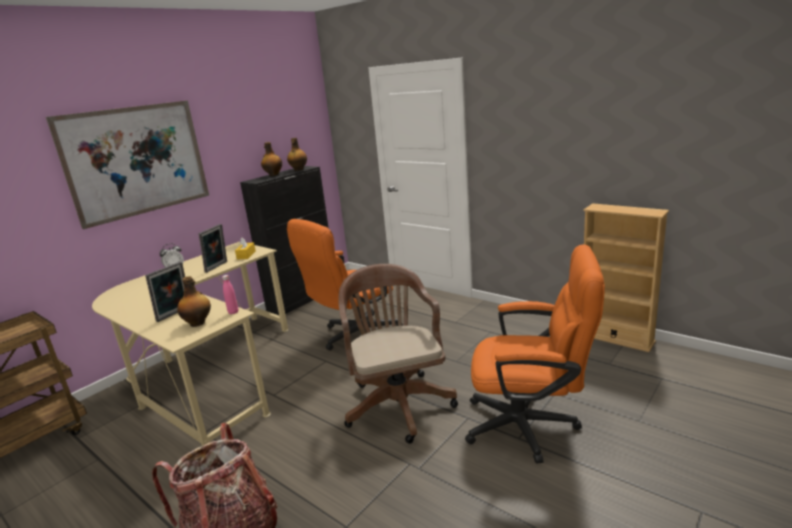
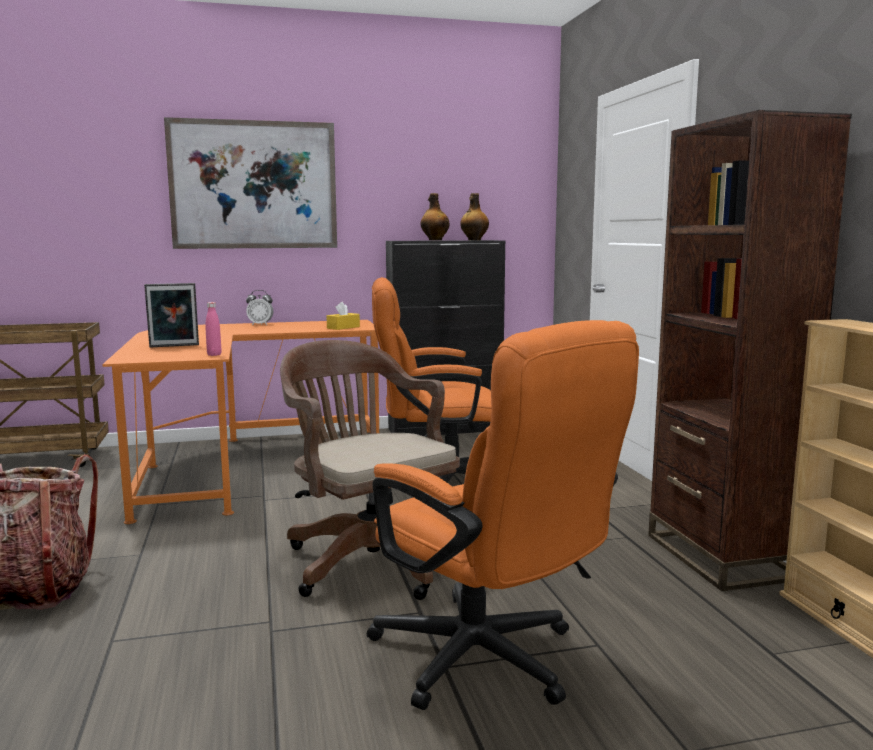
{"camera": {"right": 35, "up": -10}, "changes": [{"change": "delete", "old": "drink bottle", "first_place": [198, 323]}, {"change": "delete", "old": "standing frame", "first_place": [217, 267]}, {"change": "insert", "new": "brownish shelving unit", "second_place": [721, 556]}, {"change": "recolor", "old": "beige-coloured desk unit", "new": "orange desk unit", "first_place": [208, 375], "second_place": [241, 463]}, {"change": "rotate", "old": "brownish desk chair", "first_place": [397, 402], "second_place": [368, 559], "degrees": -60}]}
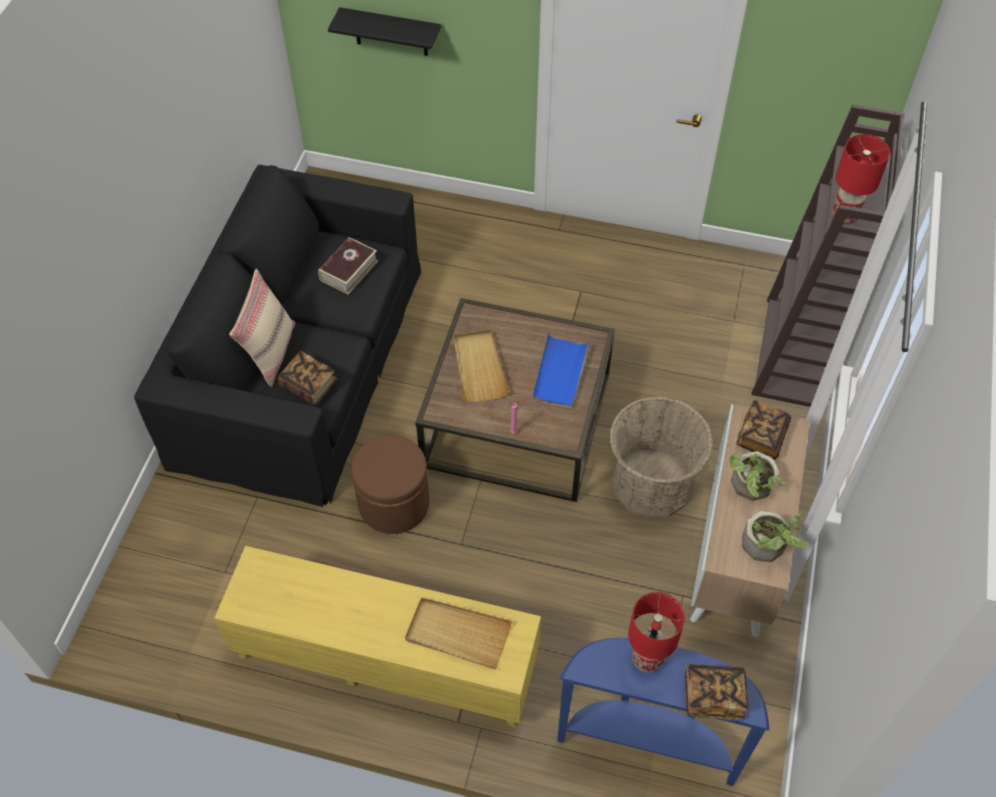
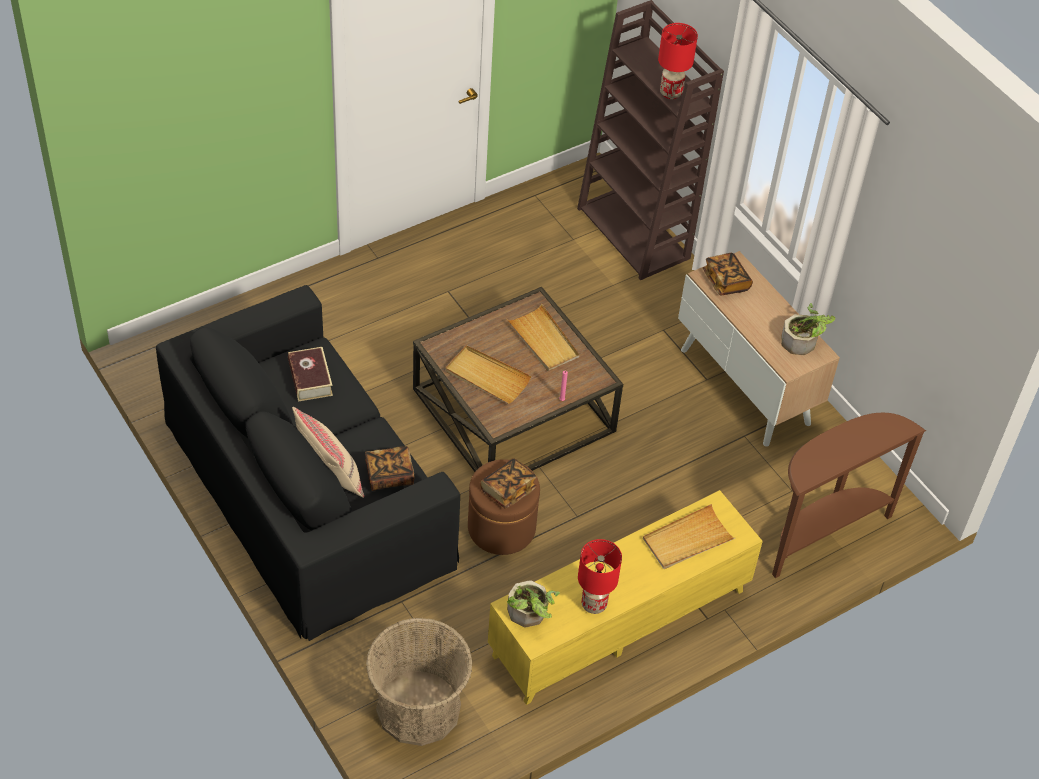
{"camera": {"right": -50, "up": -5}, "changes": [{"change": "delete", "old": "black-coloured wall shelf", "first_place": [391, 32]}, {"change": "move", "old": "storage basket", "first_place": [651, 483], "second_place": [418, 708]}, {"change": "move", "old": "red tabletop lamp", "first_place": [647, 659], "second_place": [594, 604]}, {"change": "move", "old": "volume", "first_place": [713, 696], "second_place": [508, 490]}, {"change": "move", "old": "houseplant", "first_place": [750, 488], "second_place": [529, 615]}, {"change": "recolor", "old": "blue-coloured tray", "new": "beige-coloured tray", "first_place": [560, 373], "second_place": [543, 340]}, {"change": "recolor", "old": "blue-coloured console table", "new": "brownish console table", "first_place": [648, 741], "second_place": [822, 533]}]}
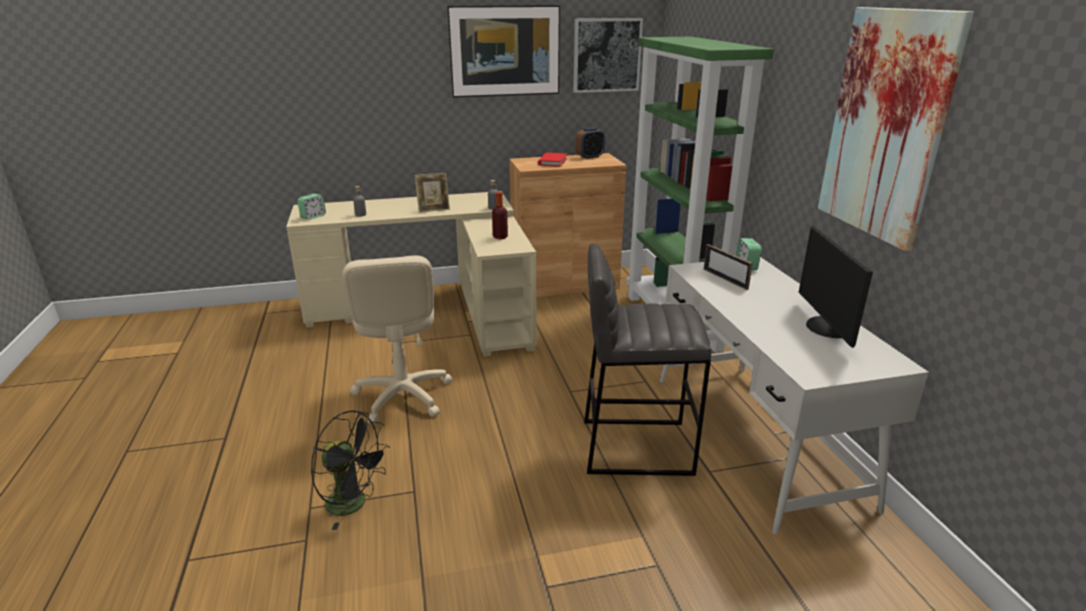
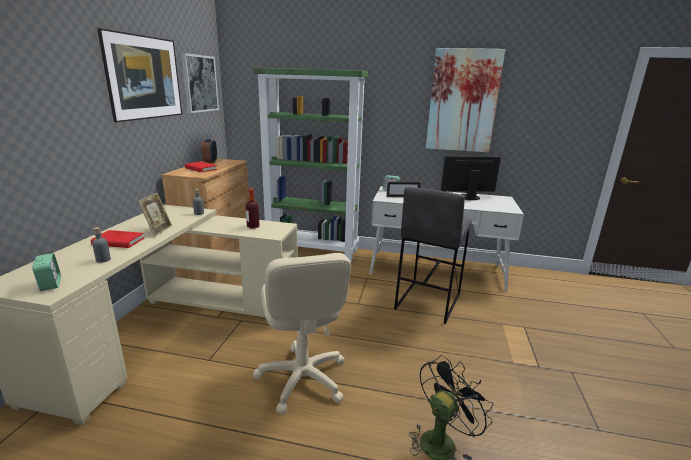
{"camera": {"right": -65, "up": -5}, "changes": [{"change": "insert", "new": "red volume", "second_place": [118, 242]}, {"change": "rotate", "old": "beige-coloured desk chair", "first_place": [402, 396], "second_place": [302, 378], "degrees": 60}, {"change": "rotate", "old": "computer screen", "first_place": [826, 328], "second_place": [468, 197], "degrees": 150}]}
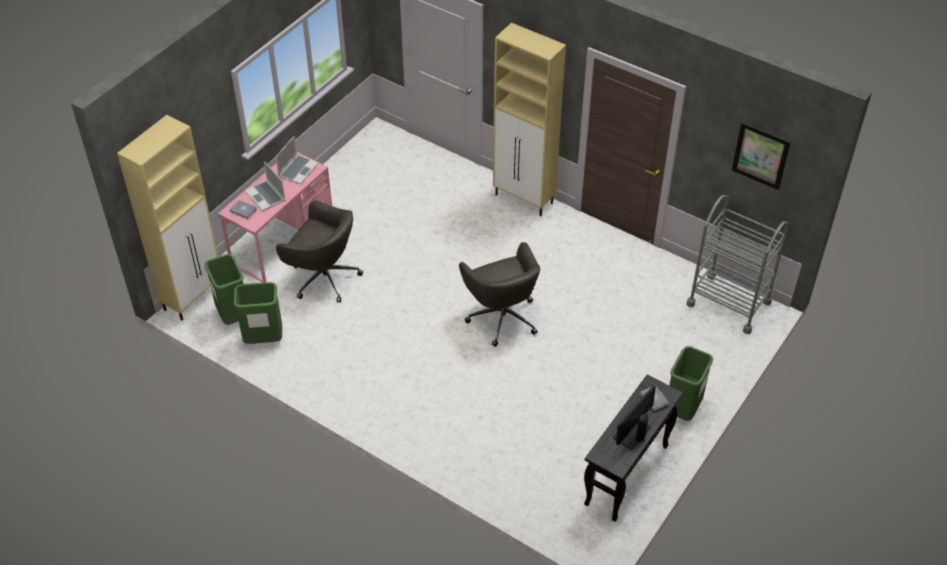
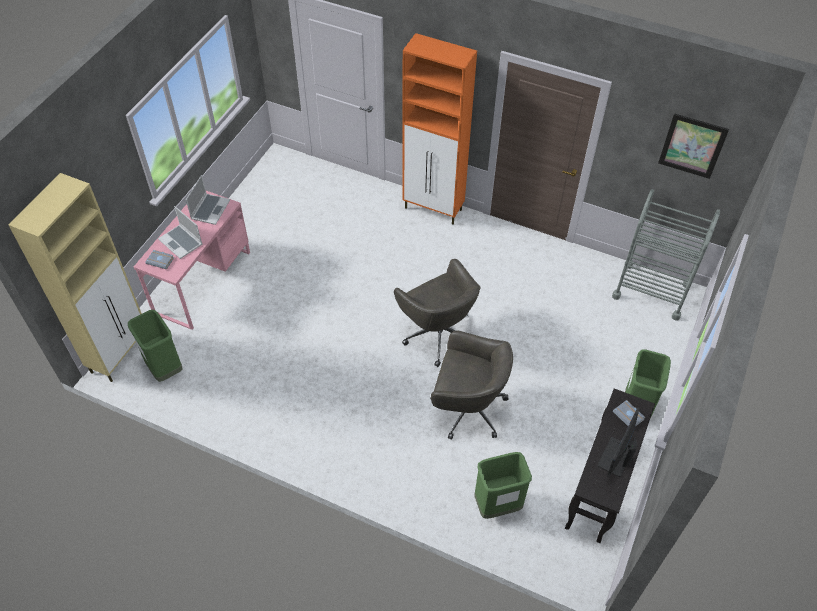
{"camera": {"right": -10, "up": 5}, "changes": [{"change": "move", "old": "green-coloured trash can", "first_place": [263, 339], "second_place": [497, 505]}, {"change": "move", "old": "greyish desk chair", "first_place": [323, 277], "second_place": [467, 408]}, {"change": "recolor", "old": "beige-coloured storage cabinet", "new": "orange storage cabinet", "first_place": [524, 199], "second_place": [434, 209]}]}
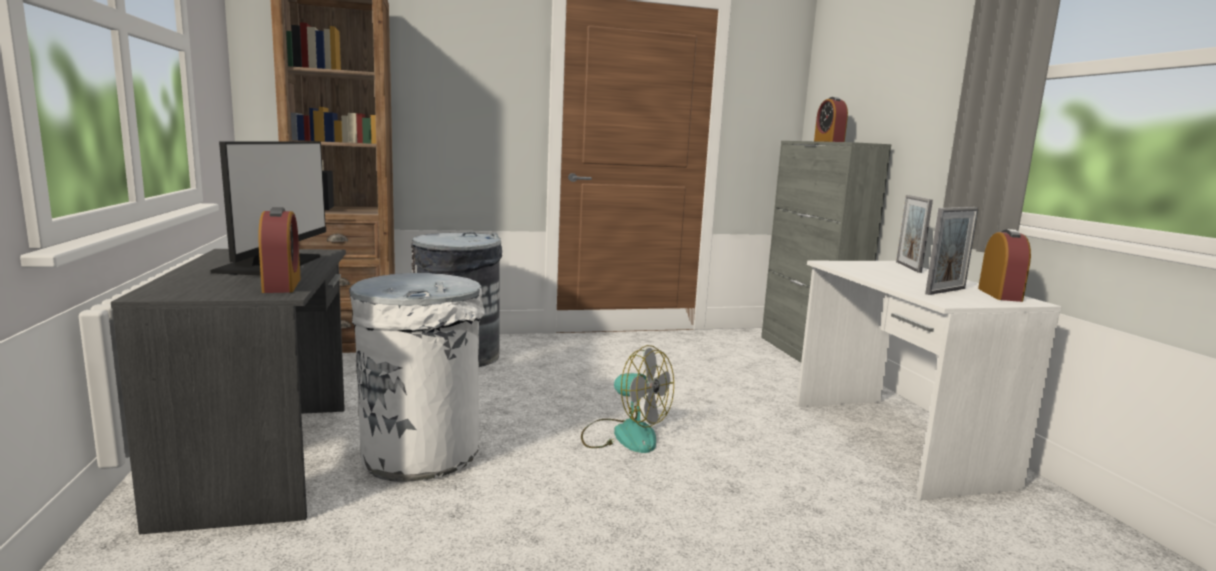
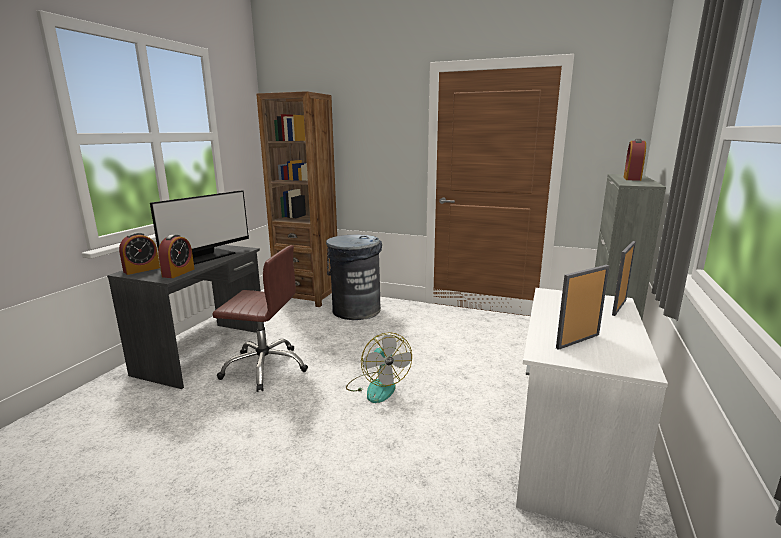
{"camera": {"right": 35, "up": 5}, "changes": [{"change": "move", "old": "alarm clock", "first_place": [999, 295], "second_place": [141, 270]}, {"change": "replace", "old": "white trash can", "new": "brownish desk chair", "first_place": [421, 453], "second_place": [265, 367]}, {"change": "rotate", "old": "standing frame", "first_place": [945, 291], "second_place": [577, 341], "degrees": 150}]}
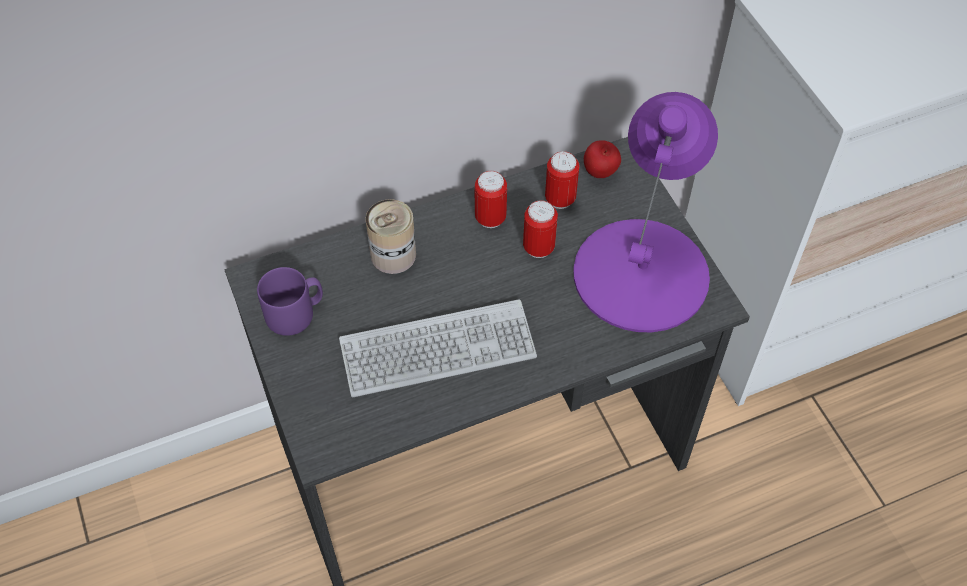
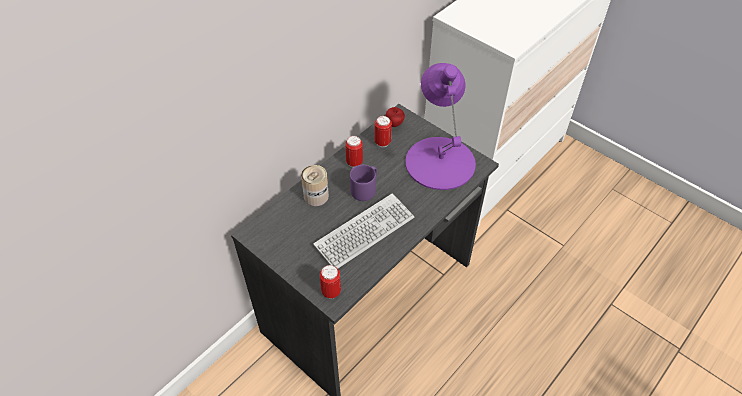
{"camera": {"right": -25, "up": -5}, "changes": [{"change": "move", "old": "purplish mug", "first_place": [295, 314], "second_place": [365, 189]}, {"change": "move", "old": "sealed can", "first_place": [538, 248], "second_place": [331, 291]}]}
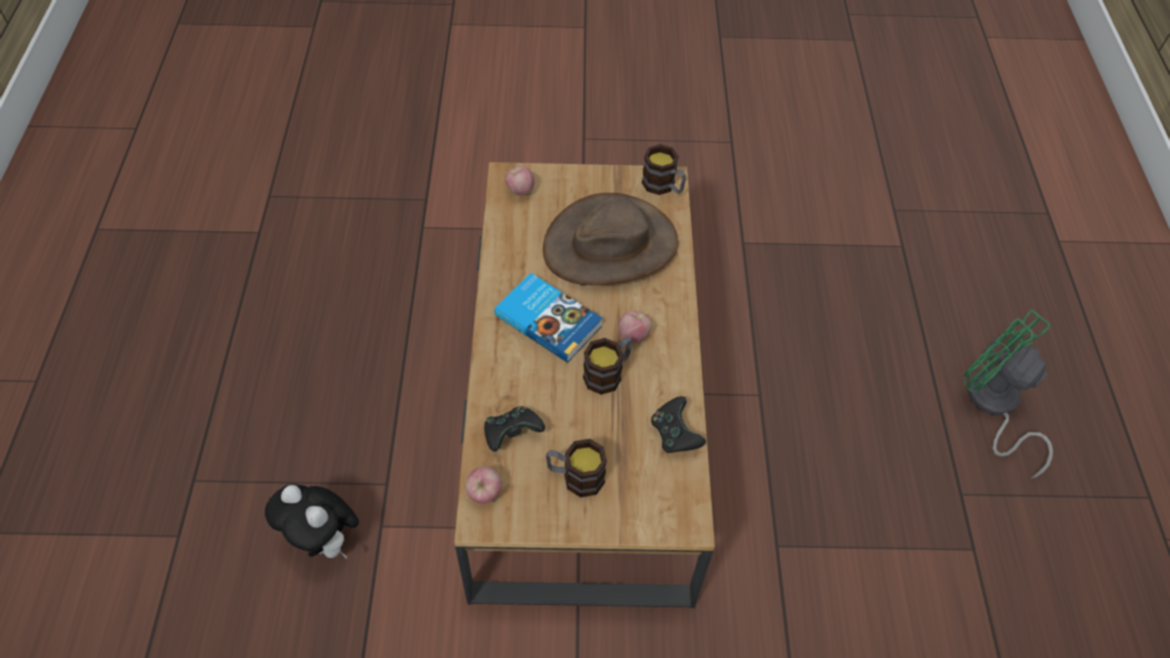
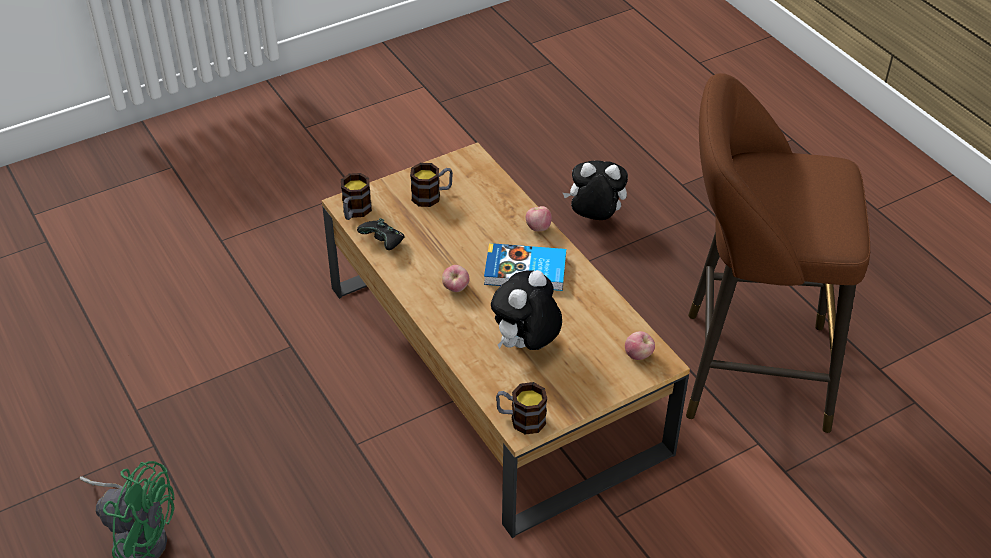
{"camera": {"right": 150, "up": -10}, "changes": [{"change": "delete", "old": "black-coloured gamepad", "first_place": [512, 434]}, {"change": "insert", "new": "brownish sitting stool", "second_place": [744, 369]}, {"change": "move", "old": "apple fruit", "first_place": [485, 493], "second_place": [538, 227]}, {"change": "move", "old": "mug", "first_place": [608, 373], "second_place": [354, 212]}, {"change": "replace", "old": "brownish hat", "new": "cuddly toy", "first_place": [610, 245], "second_place": [525, 345]}]}
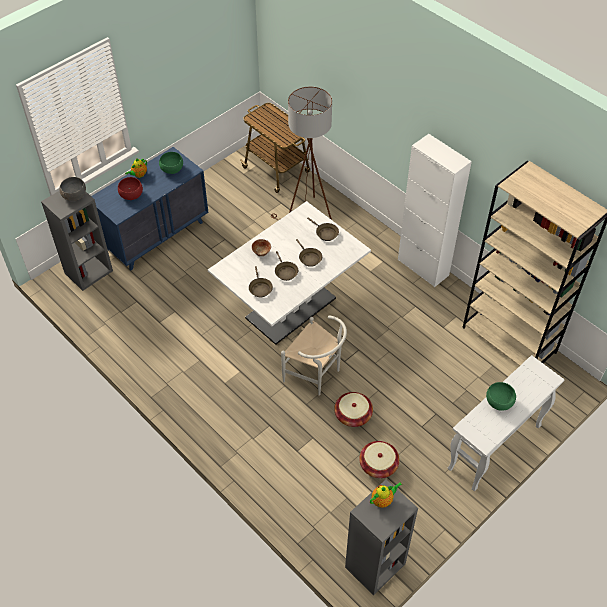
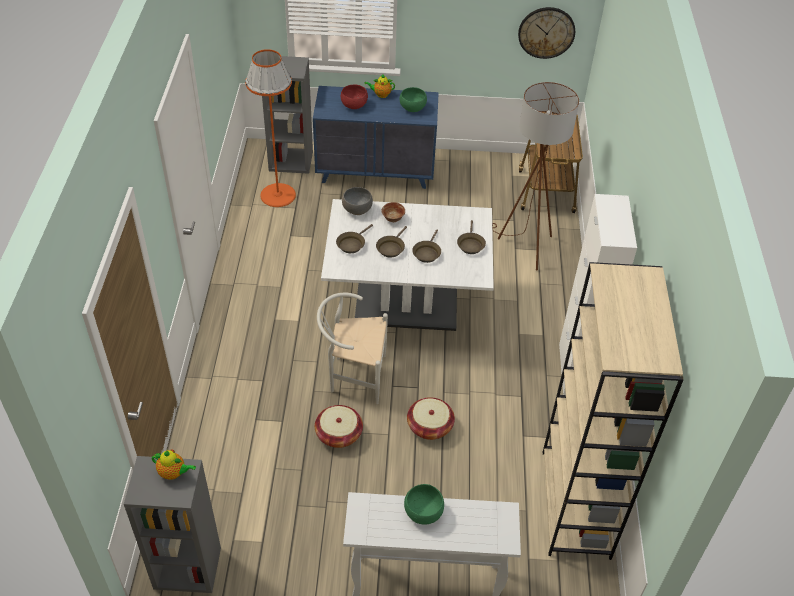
{"camera": {"right": 45, "up": -5}, "changes": [{"change": "insert", "new": "orange floor lamp", "second_place": [278, 195]}, {"change": "insert", "new": "wall clock", "second_place": [546, 32]}, {"change": "move", "old": "greyish deep dish", "first_place": [74, 196], "second_place": [357, 209]}, {"change": "move", "old": "storage basket", "first_place": [378, 465], "second_place": [429, 426]}, {"change": "rotate", "old": "white chair", "first_place": [316, 375], "second_place": [353, 376], "degrees": 105}]}
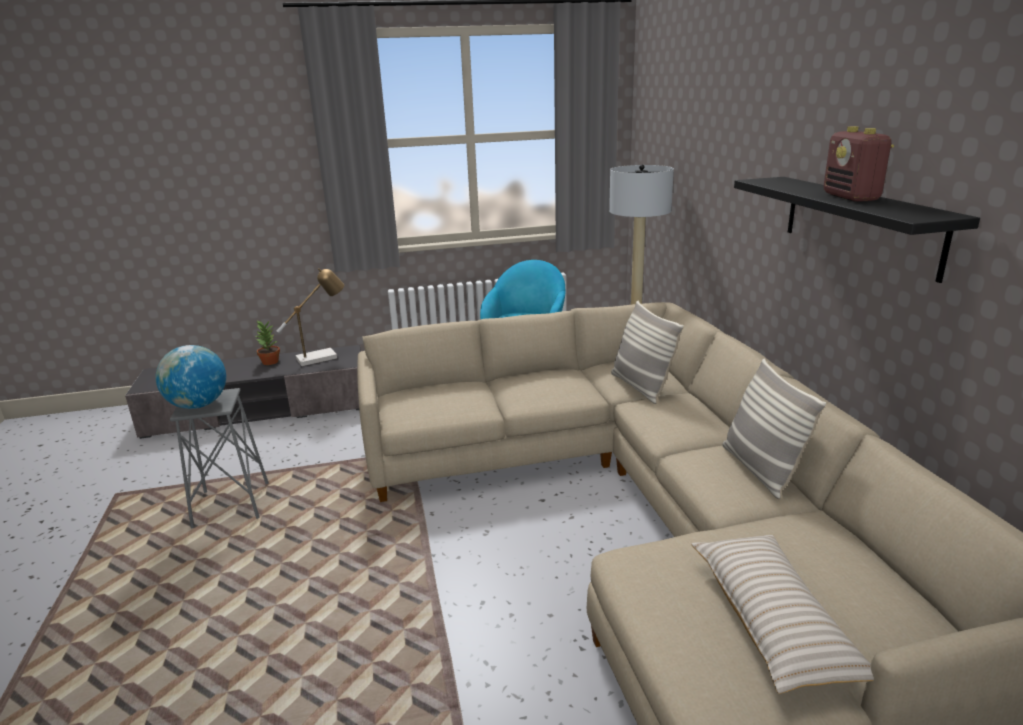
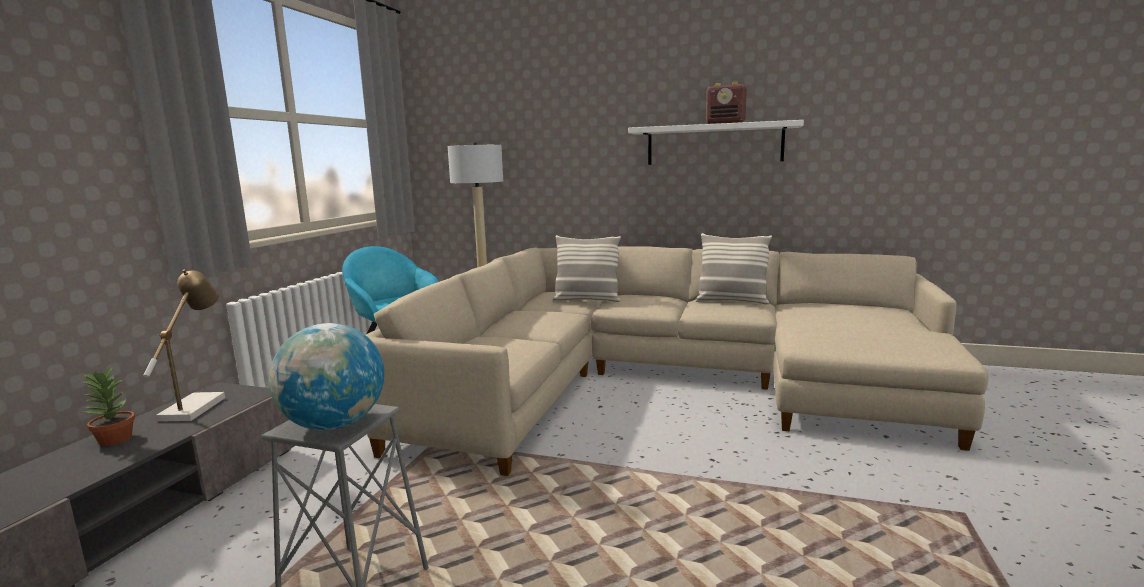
{"camera": {"right": -60, "up": -10}, "changes": [{"change": "delete", "old": "beige-coloured throw pillow", "first_place": [772, 621]}, {"change": "recolor", "old": "black-coloured wall shelf", "new": "white wall shelf", "first_place": [859, 224], "second_place": [714, 144]}]}
